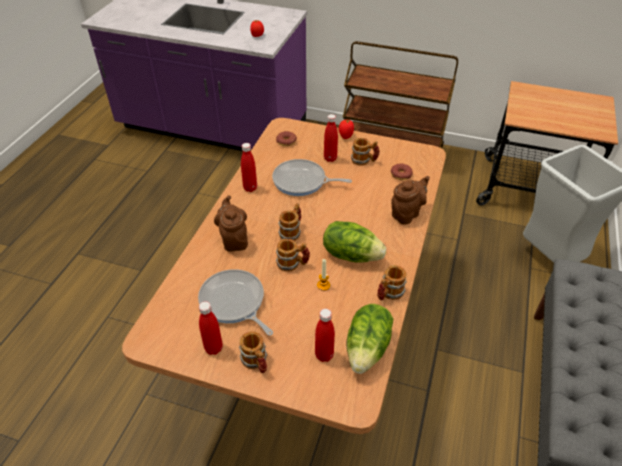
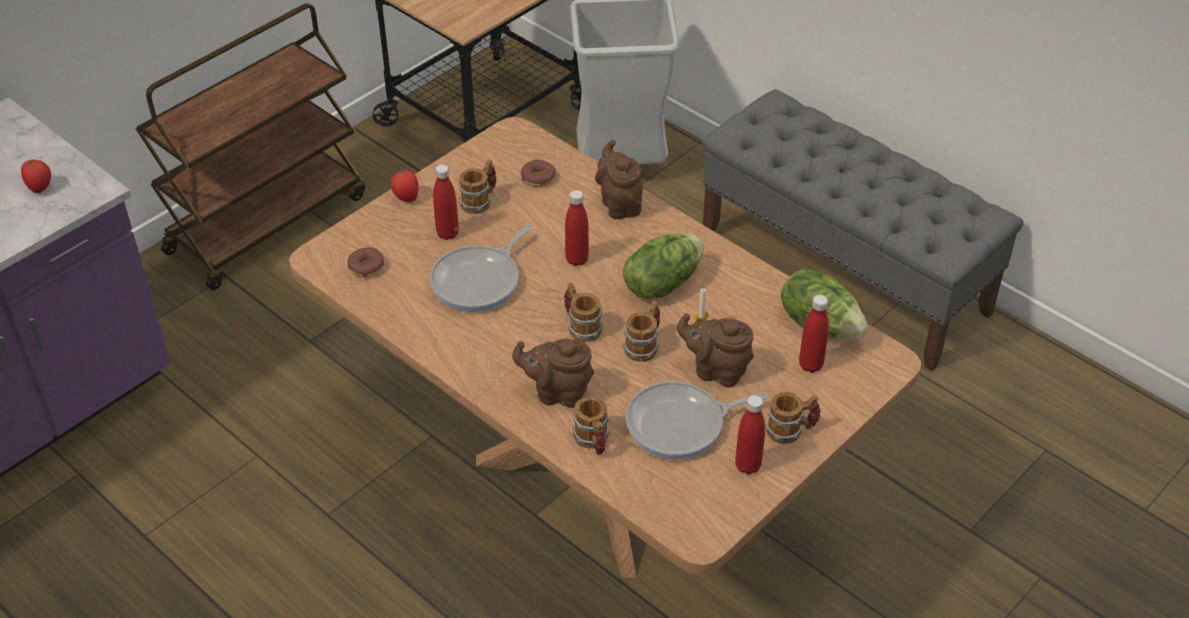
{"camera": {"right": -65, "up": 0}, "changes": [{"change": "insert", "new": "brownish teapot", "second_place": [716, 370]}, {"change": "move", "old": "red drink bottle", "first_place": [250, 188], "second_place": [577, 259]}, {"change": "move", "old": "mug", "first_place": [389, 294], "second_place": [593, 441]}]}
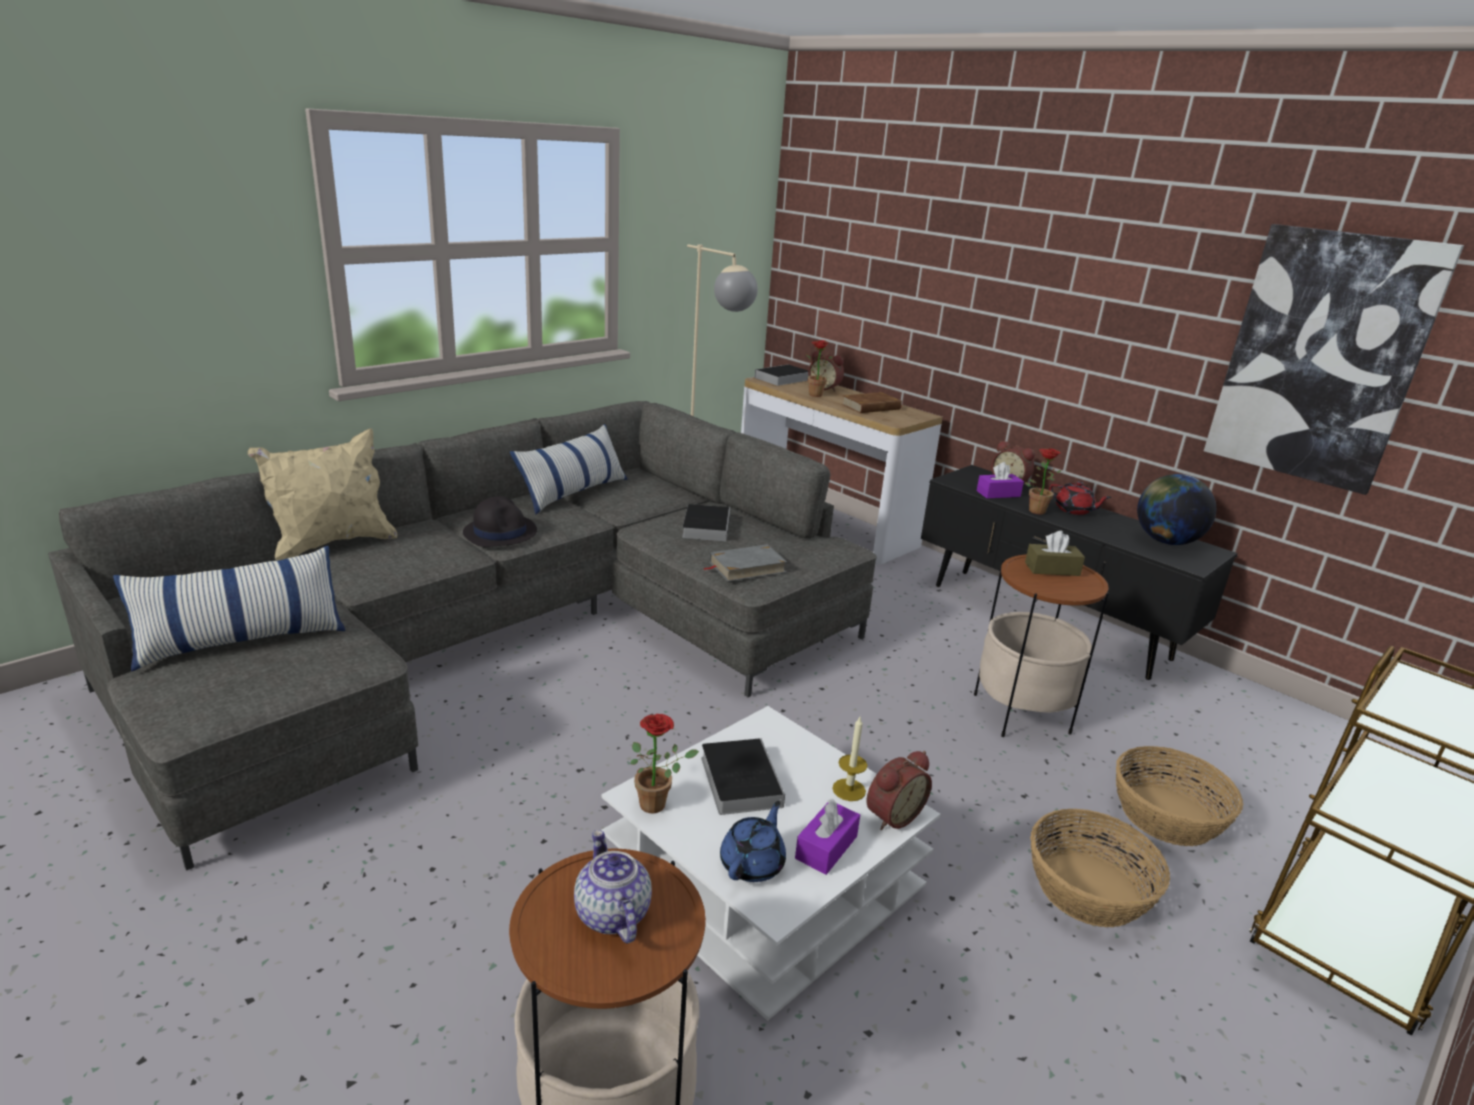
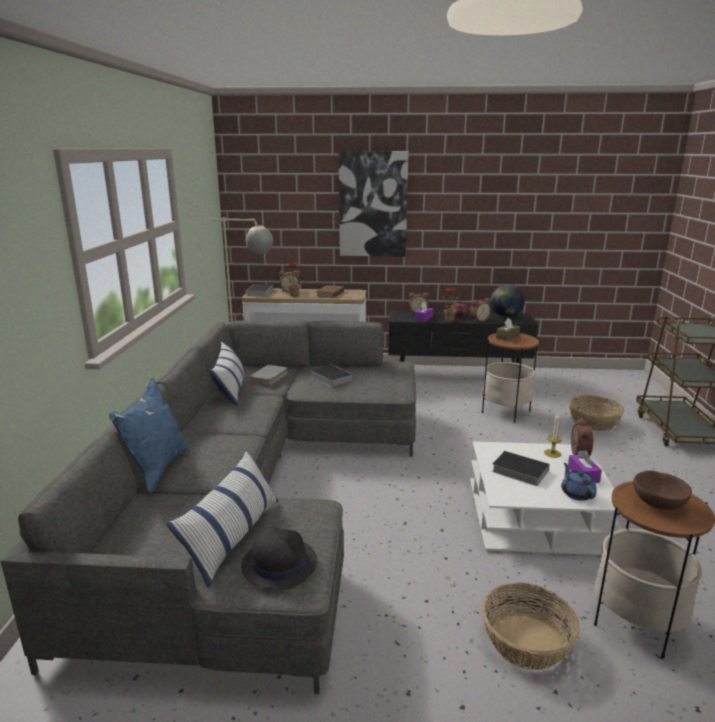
{"camera": {"right": -40, "up": -5}, "changes": [{"change": "delete", "old": "houseplant", "first_place": [658, 804]}, {"change": "insert", "new": "alarm clock", "second_place": [479, 320]}, {"change": "move", "old": "black-coloured hat", "first_place": [500, 532], "second_place": [279, 563]}, {"change": "move", "old": "greyish volume", "first_place": [746, 567], "second_place": [268, 378]}, {"change": "move", "old": "storage basket", "first_place": [1087, 889], "second_place": [526, 642]}, {"change": "move", "old": "wall art", "first_place": [1321, 358], "second_place": [373, 204]}, {"change": "replace", "old": "teapot", "new": "brownish deep dish", "first_place": [611, 914], "second_place": [658, 504]}, {"change": "recolor", "old": "beige-coloured throw pillow", "new": "blue-coloured throw pillow", "first_place": [332, 544], "second_place": [156, 470]}]}
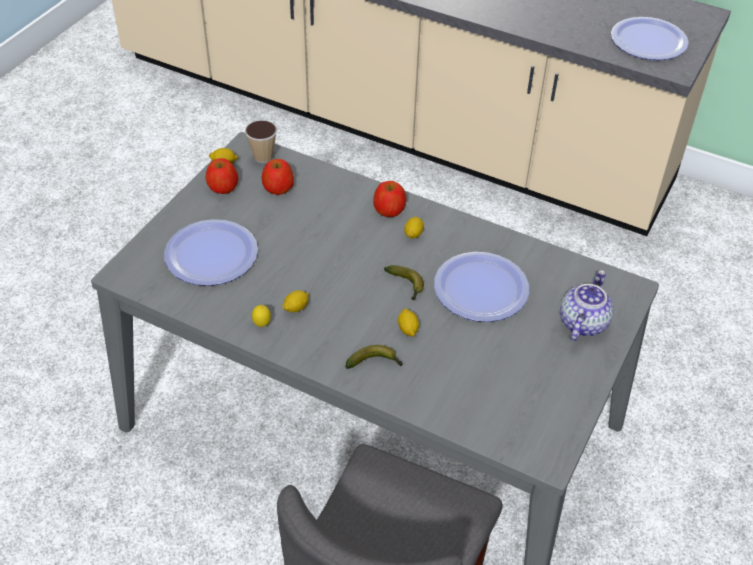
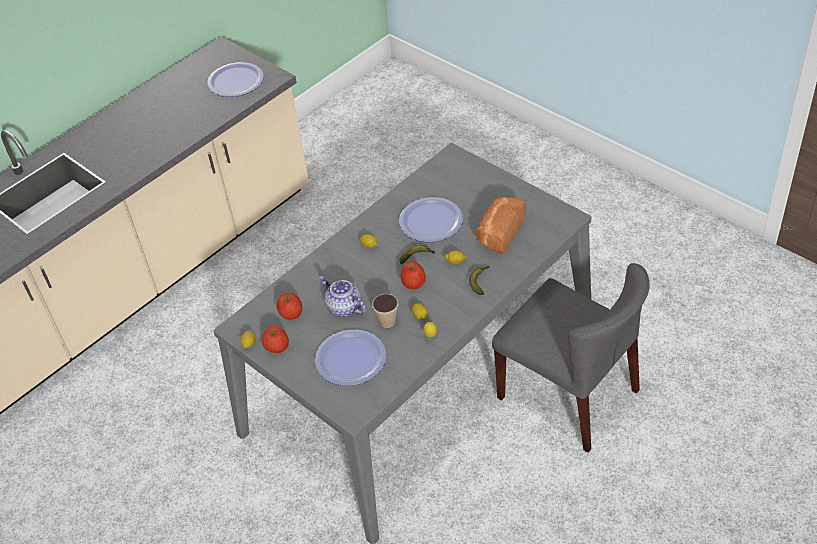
{"camera": {"right": -70, "up": 0}, "changes": [{"change": "insert", "new": "bread", "second_place": [499, 233]}, {"change": "move", "old": "drinking cup", "first_place": [263, 157], "second_place": [387, 322]}, {"change": "move", "old": "apple fruit", "first_place": [389, 209], "second_place": [413, 282]}, {"change": "move", "old": "teapot", "first_place": [582, 322], "second_place": [343, 307]}]}
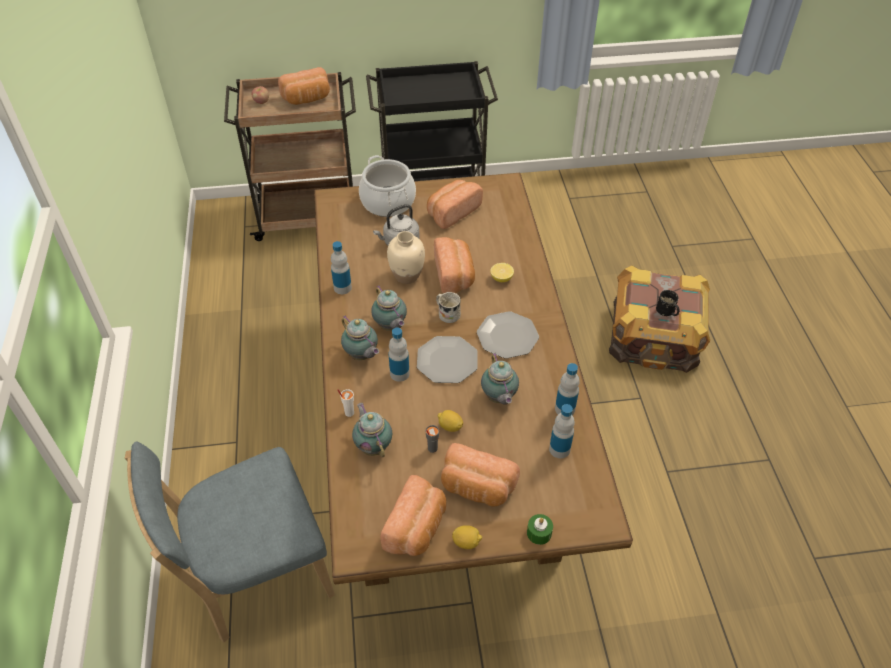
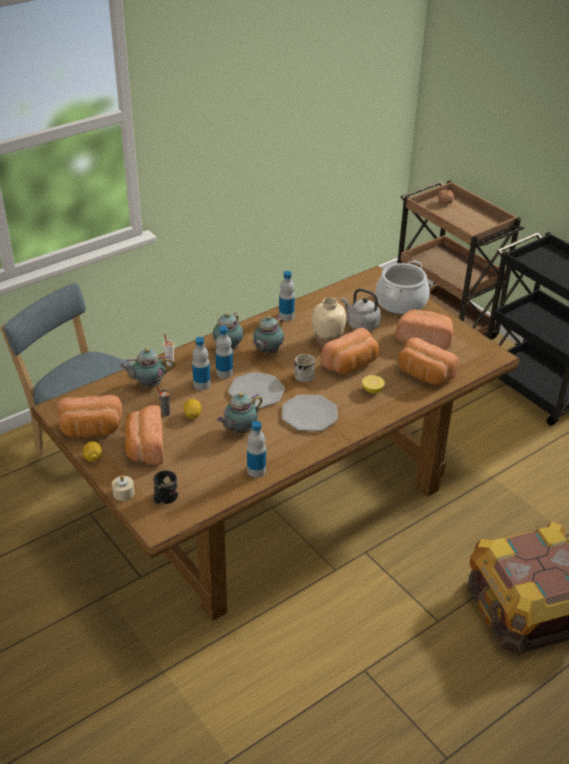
{"camera": {"right": 60, "up": -10}, "changes": [{"change": "move", "old": "bread", "first_place": [307, 98], "second_place": [424, 375]}, {"change": "move", "old": "drink bottle", "first_place": [559, 449], "second_place": [201, 384]}, {"change": "move", "old": "black-coloured mug", "first_place": [667, 312], "second_place": [164, 499]}, {"change": "recolor", "old": "green-coloured candle", "new": "beige-coloured candle", "first_place": [539, 533], "second_place": [123, 493]}, {"change": "rotate", "old": "teapot", "first_place": [373, 446], "second_place": [148, 385], "degrees": -135}]}
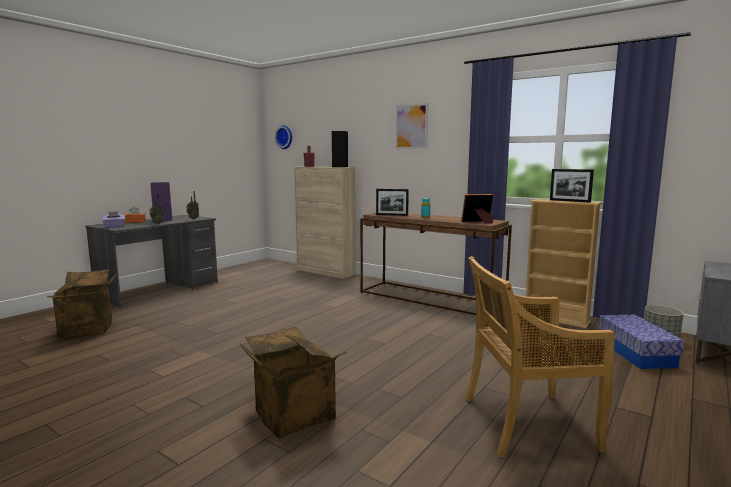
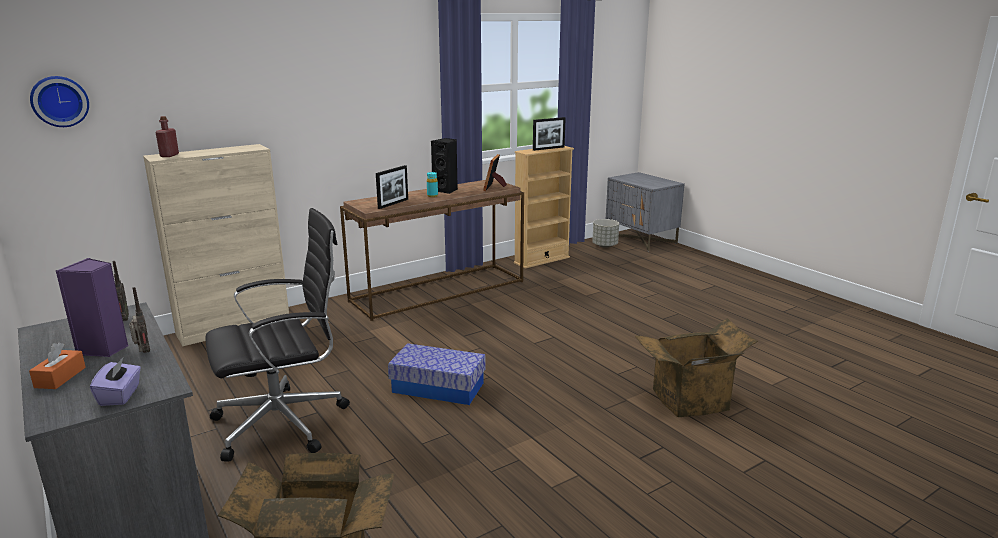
{"camera": {"right": -70, "up": 10}, "changes": [{"change": "delete", "old": "wall art", "first_place": [411, 126]}, {"change": "delete", "old": "beige-coloured chair", "first_place": [526, 423]}, {"change": "insert", "new": "black-coloured desk chair", "second_place": [285, 422]}, {"change": "move", "old": "black-coloured loudspeaker", "first_place": [340, 167], "second_place": [446, 190]}, {"change": "move", "old": "storage box", "first_place": [636, 353], "second_place": [438, 387]}]}
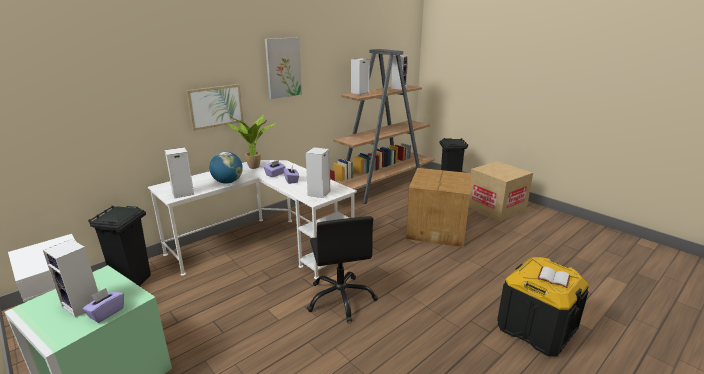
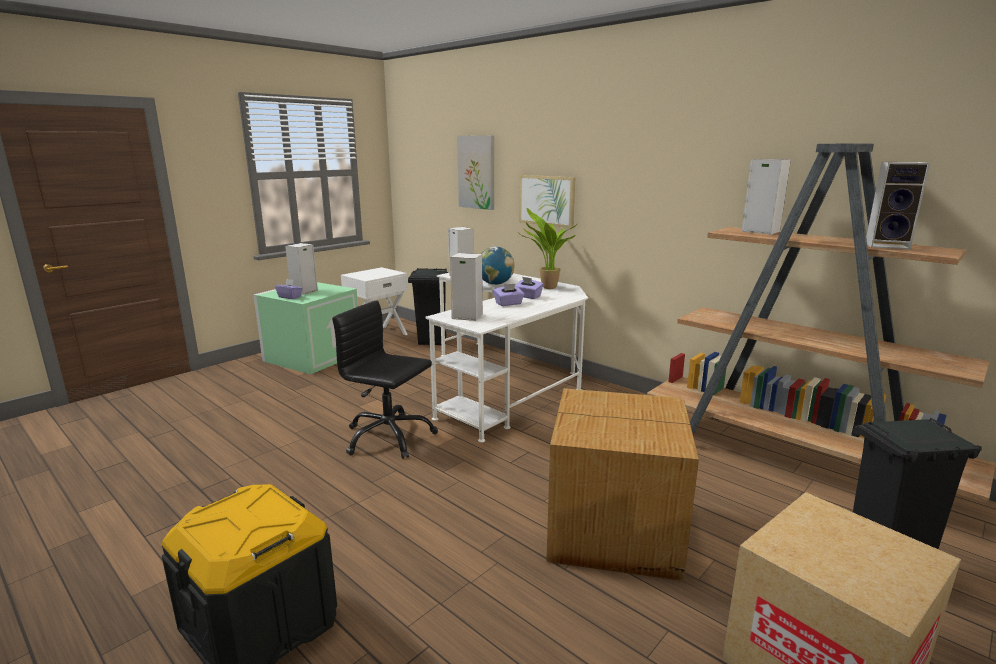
{"camera": {"right": 85, "up": -5}, "changes": [{"change": "delete", "old": "white volume", "first_place": [553, 278]}, {"change": "move", "old": "wall art", "first_place": [283, 67], "second_place": [477, 172]}, {"change": "rotate", "old": "black-coloured desk chair", "first_place": [341, 298], "second_place": [388, 437], "degrees": 45}]}
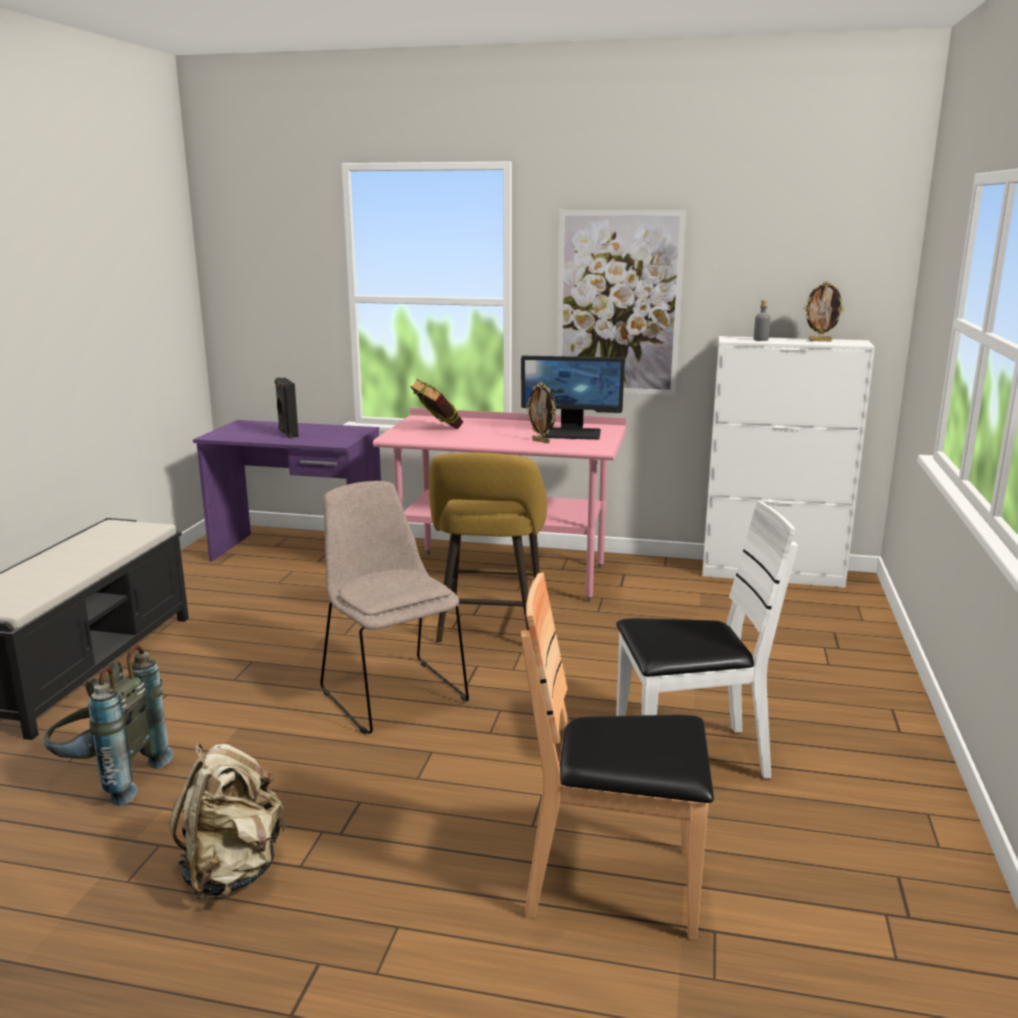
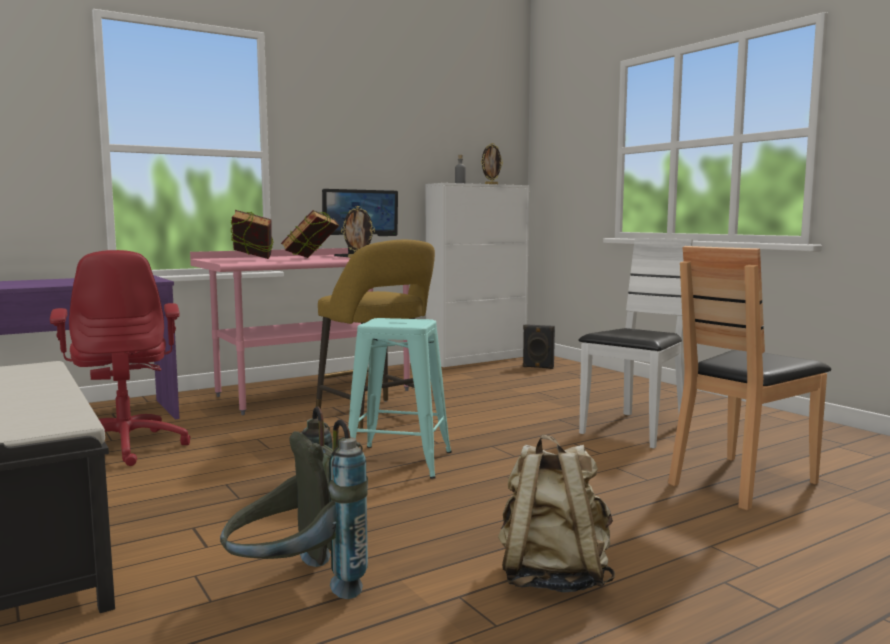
{"camera": {"right": -45, "up": -10}, "changes": [{"change": "delete", "old": "wall art", "first_place": [618, 303]}, {"change": "insert", "new": "red desk chair", "second_place": [126, 447]}, {"change": "insert", "new": "volume", "second_place": [311, 258]}, {"change": "move", "old": "black-coloured loudspeaker", "first_place": [287, 434], "second_place": [538, 367]}, {"change": "replace", "old": "beige-coloured chair", "new": "turquoise-coloured sitting stool", "first_place": [392, 693], "second_place": [398, 462]}]}
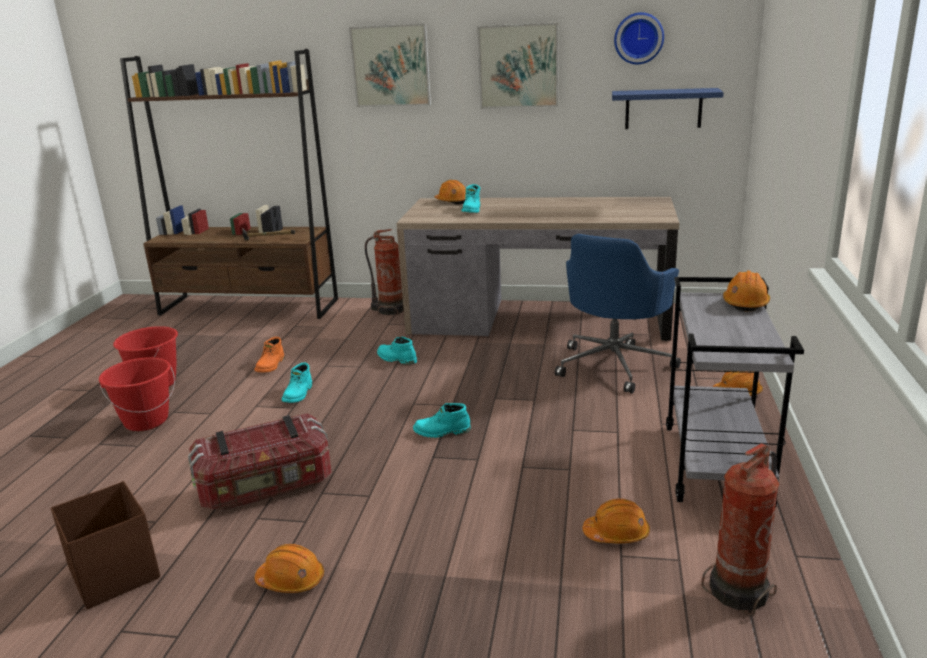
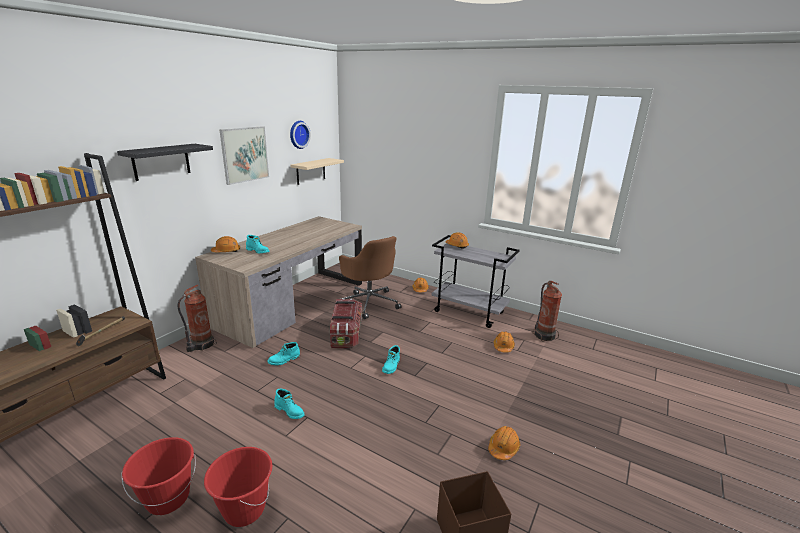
{"camera": {"right": -70, "up": 0}, "changes": [{"change": "delete", "old": "orange tall boot", "first_place": [271, 366]}, {"change": "move", "old": "storage box", "first_place": [266, 487], "second_place": [346, 334]}, {"change": "replace", "old": "wall art", "new": "black-coloured wall shelf", "first_place": [391, 66], "second_place": [161, 161]}, {"change": "recolor", "old": "blue-coloured desk chair", "new": "brownish desk chair", "first_place": [614, 365], "second_place": [369, 303]}, {"change": "recolor", "old": "blue-coloured wall shelf", "new": "beige-coloured wall shelf", "first_place": [663, 109], "second_place": [311, 171]}]}
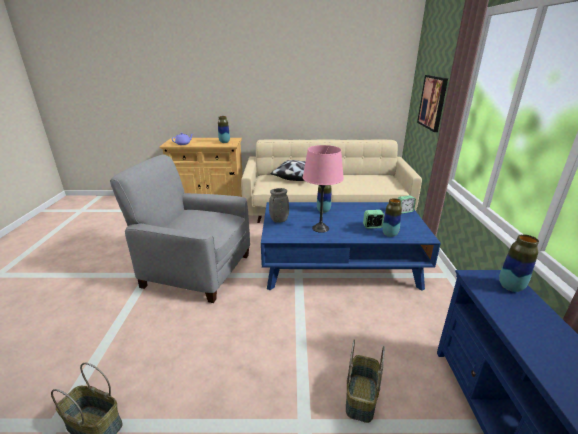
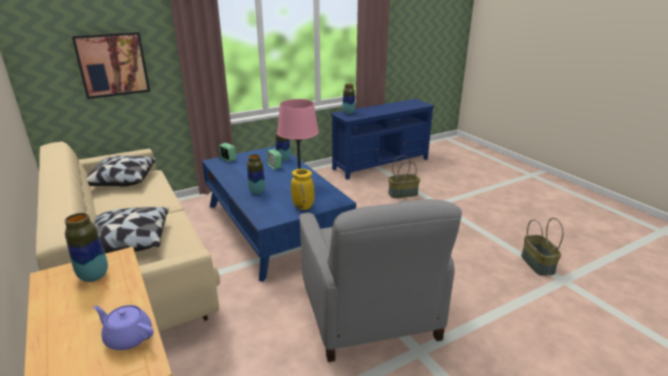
{"camera": {"right": -120, "up": 0}, "changes": [{"change": "insert", "new": "throw pillow", "second_place": [121, 181]}, {"change": "recolor", "old": "greyish vase", "new": "yellow vase", "first_place": [279, 220], "second_place": [303, 207]}]}
